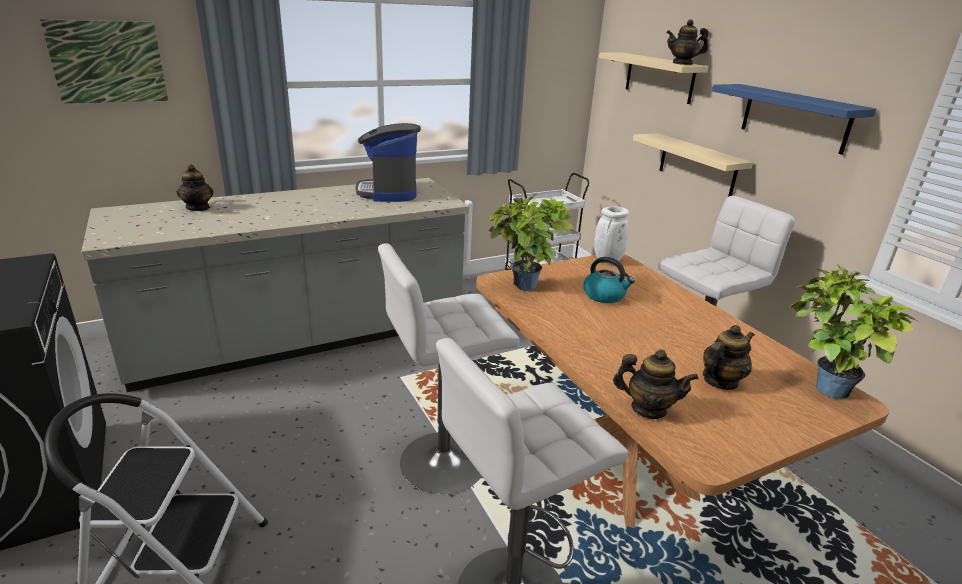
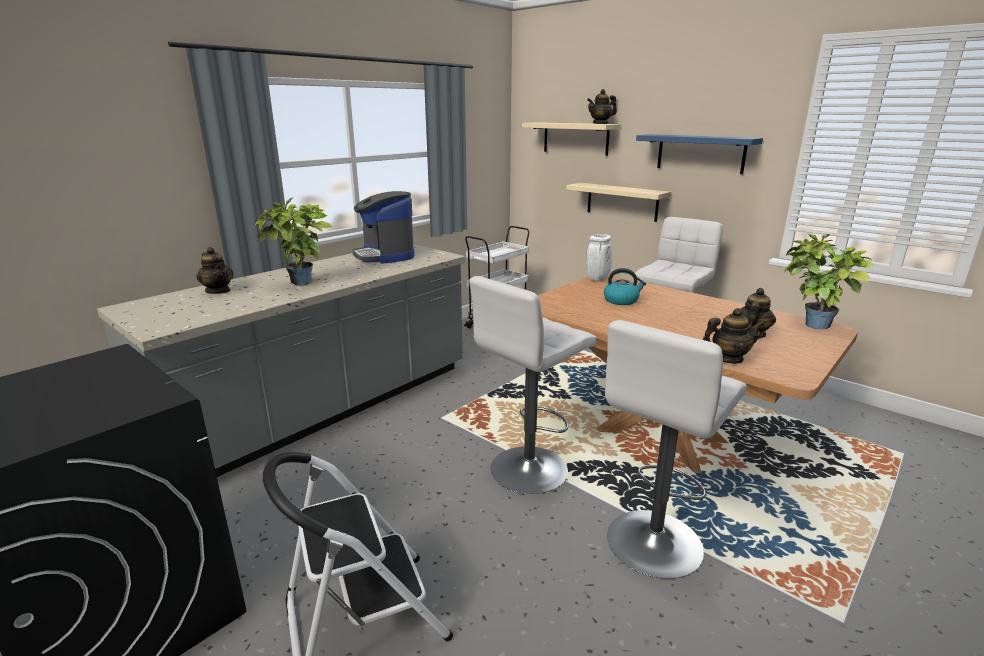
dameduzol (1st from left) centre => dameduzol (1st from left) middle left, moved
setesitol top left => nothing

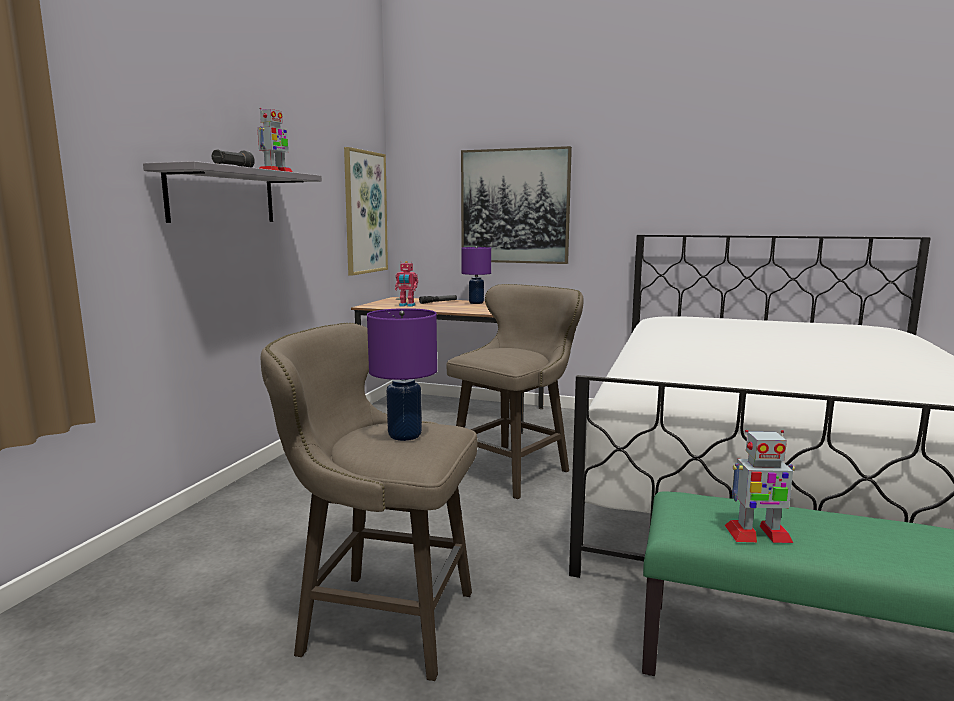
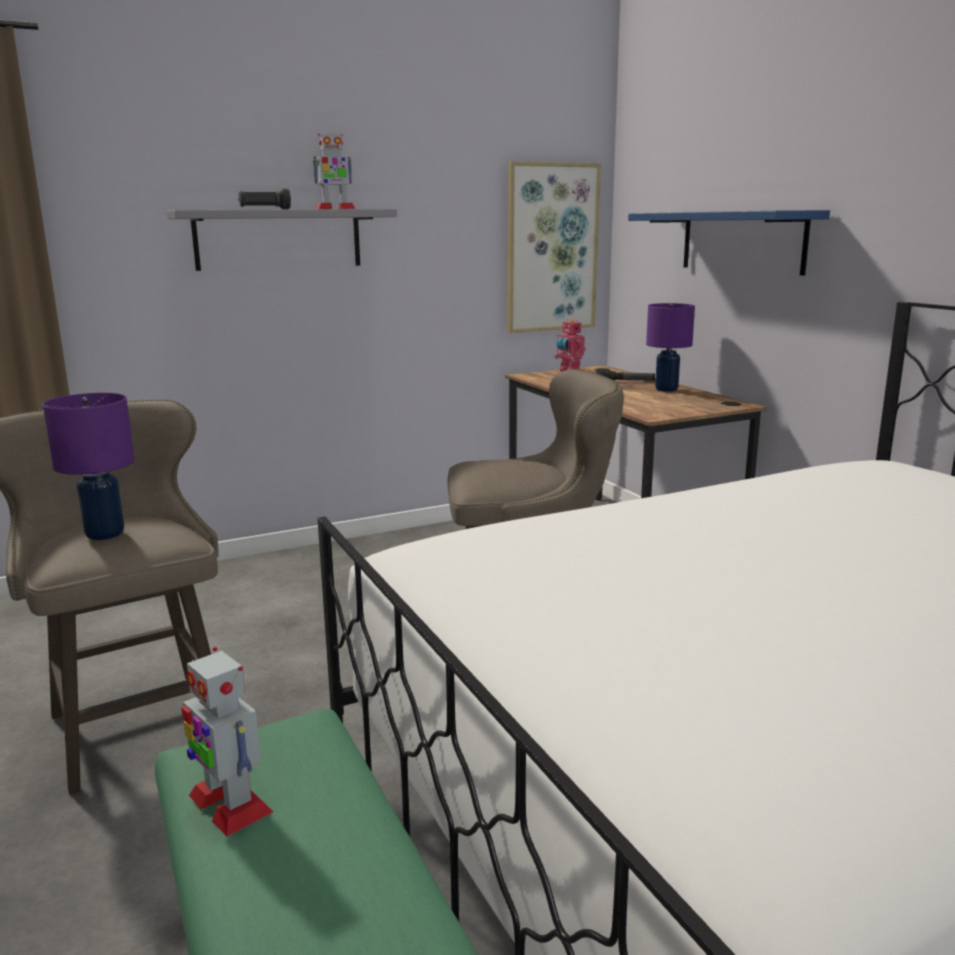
setesitol (2nd from left) top centre => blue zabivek top right

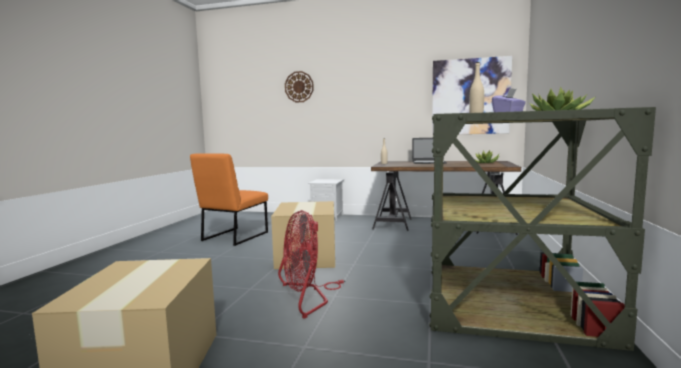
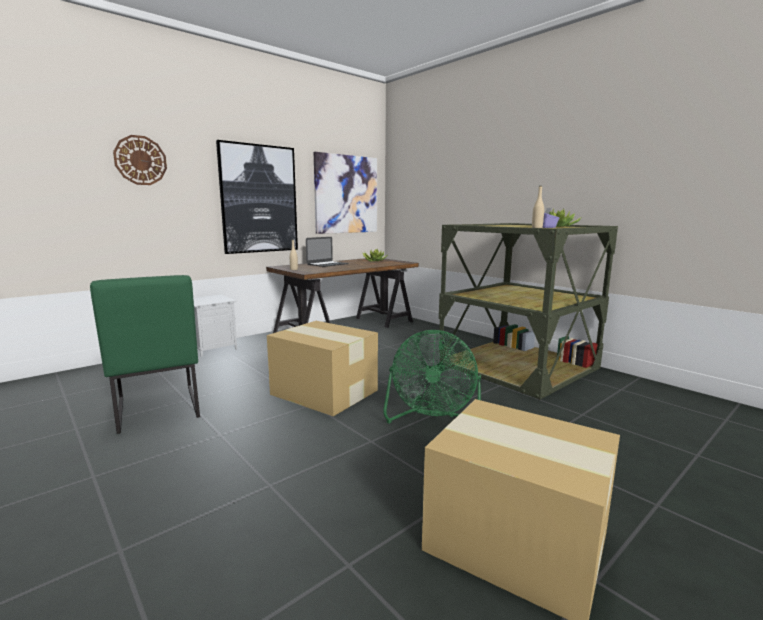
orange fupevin centre => green fupevin middle left
nothing => setesitol (1st from left) top centre
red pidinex bottom centre => green pidinex centre

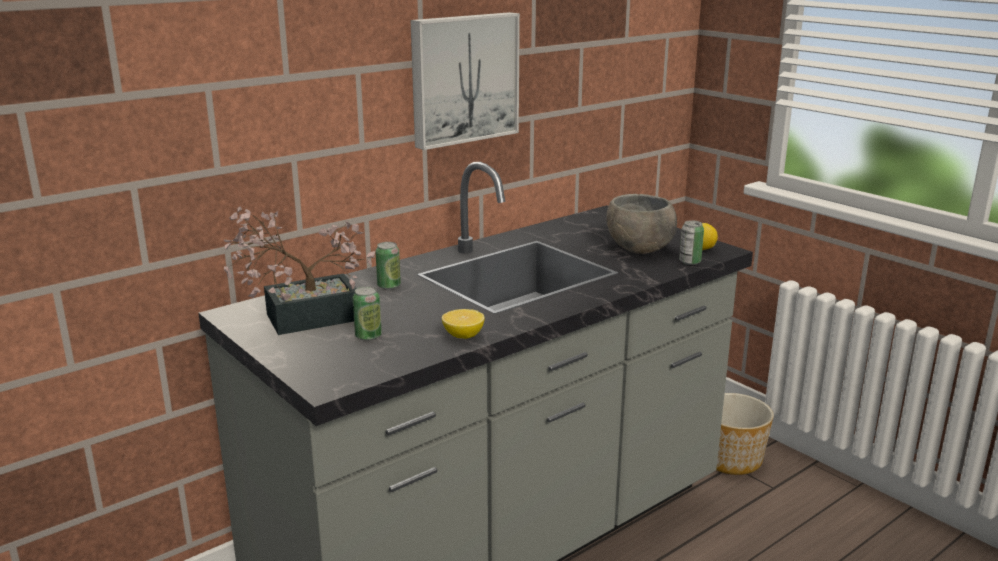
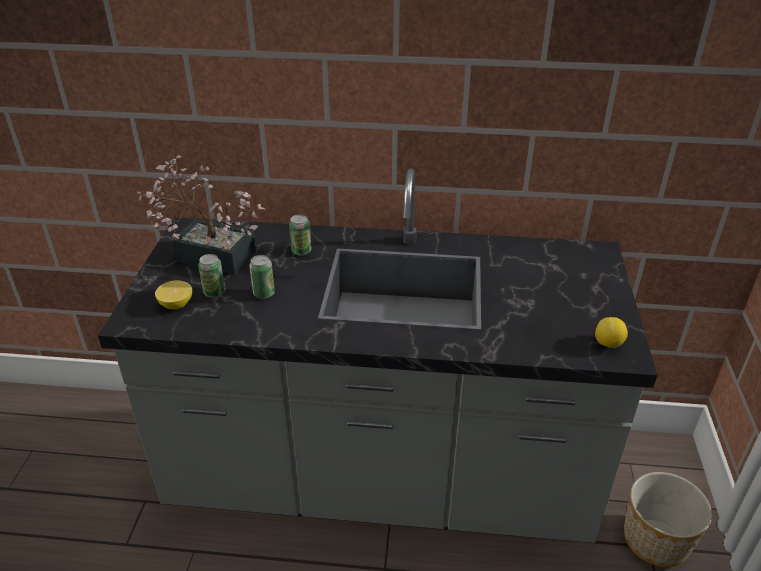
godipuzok (1st from left) centre => godipuzok (1st from left) middle left, moved
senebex (3rd from left in the first image) middle right => senebex (2nd from left) centre, moved
setesitol top centre => nothing
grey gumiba centre => nothing

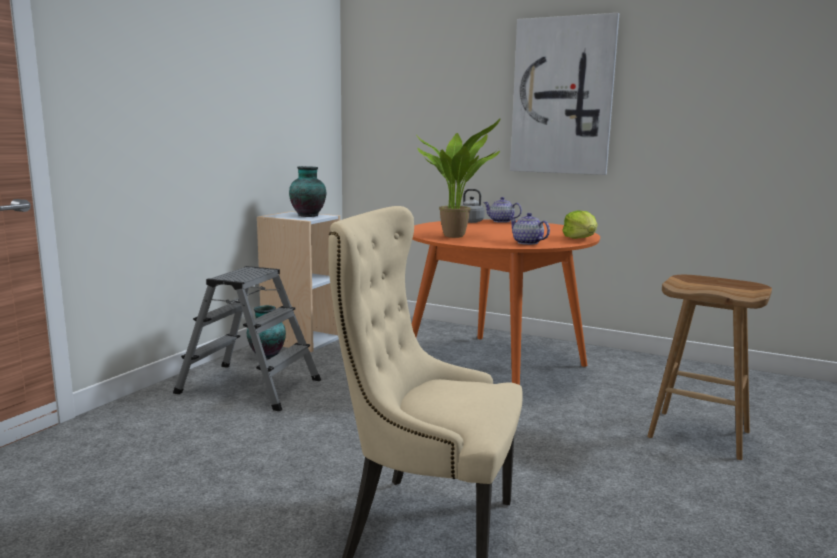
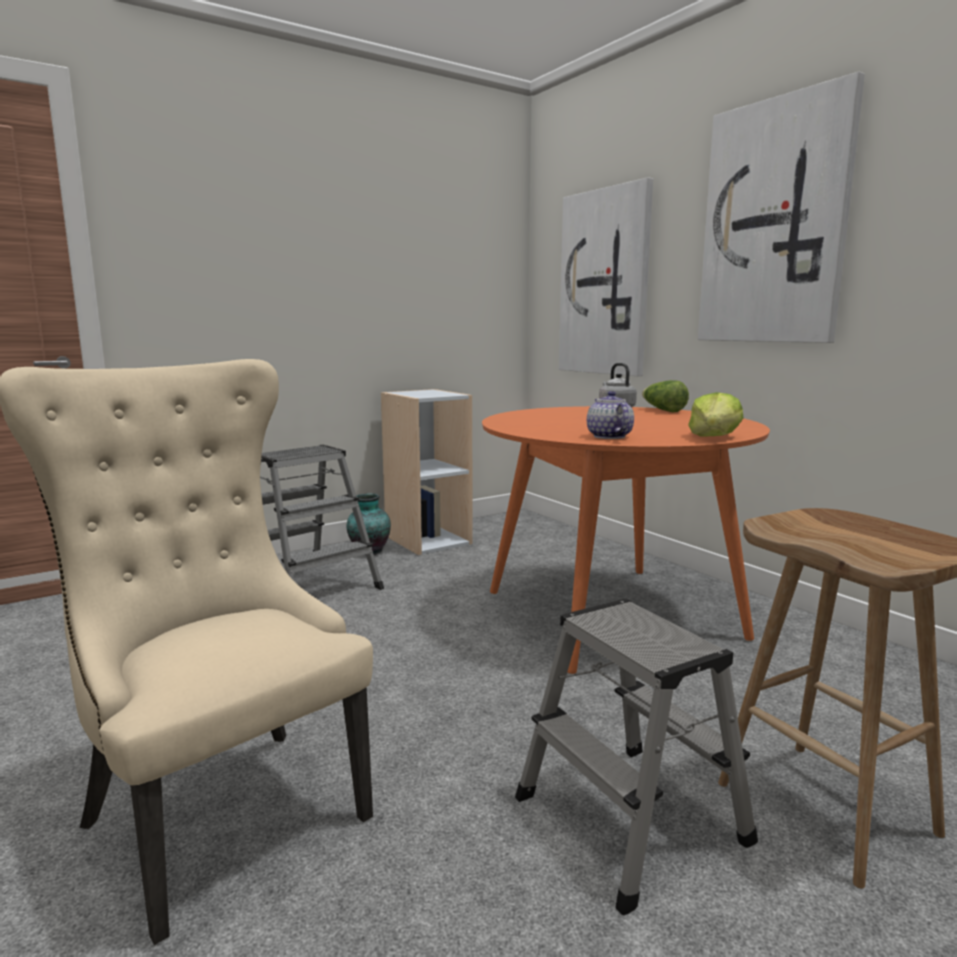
nothing => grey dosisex (2nd from left) bottom centre
nothing => setesitol (1st from left) top centre
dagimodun (1st from left) centre => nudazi (1st from left) middle right
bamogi (2nd from left) centre => nothing
dameduzol top centre => nothing

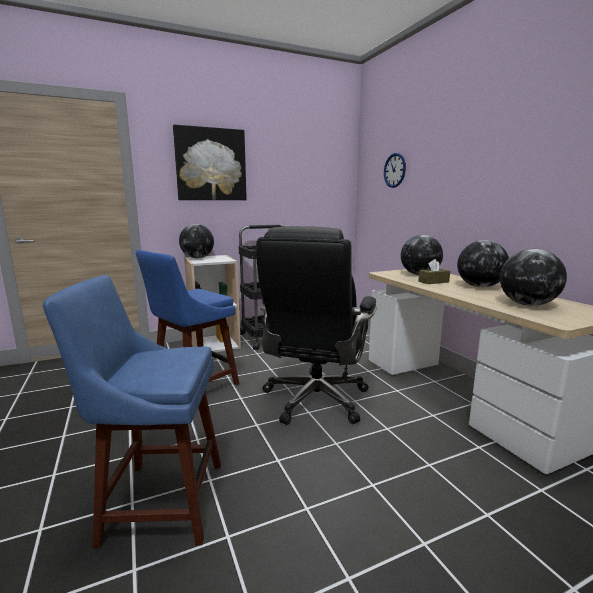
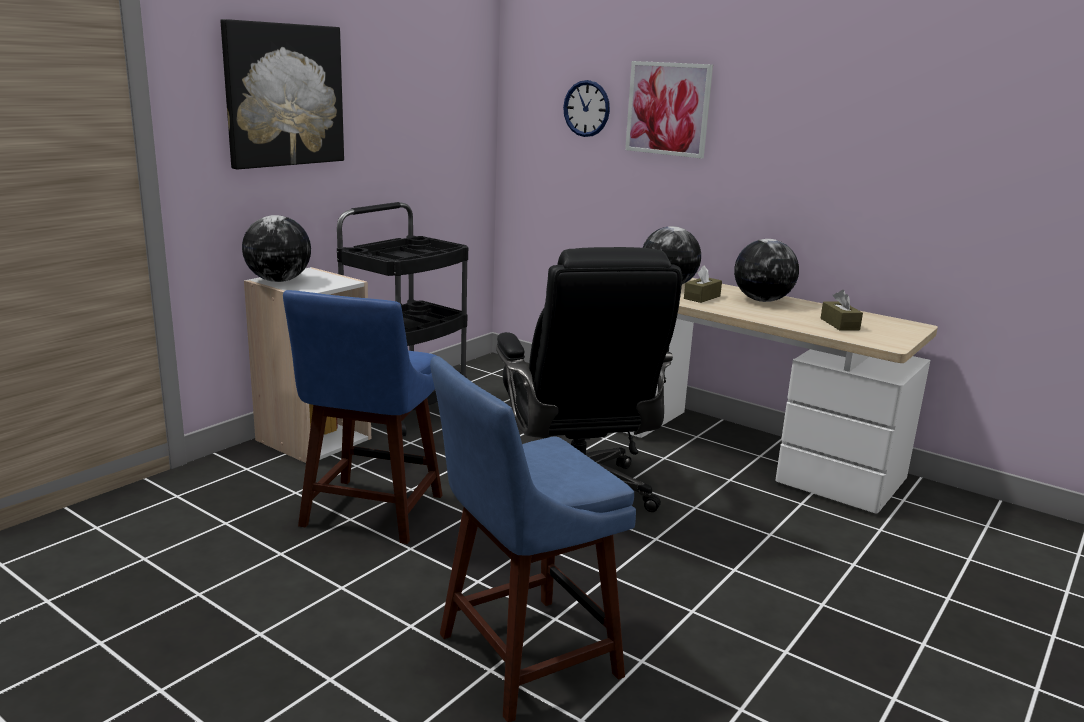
nothing => setesitol (2nd from left) top centre
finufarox (4th from left) middle right => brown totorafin (2nd from left) middle right

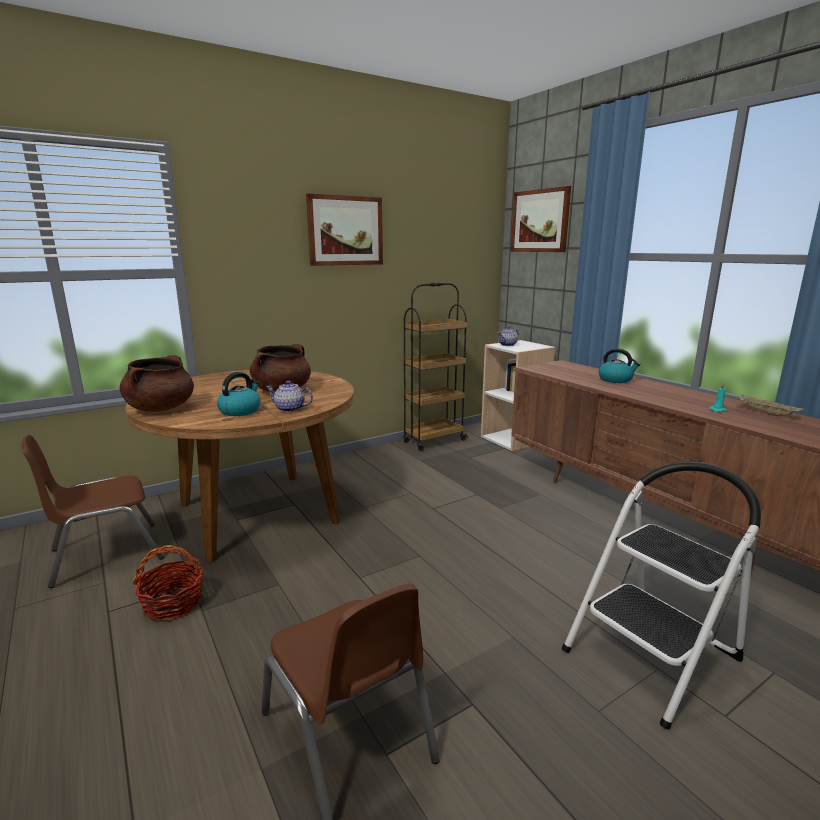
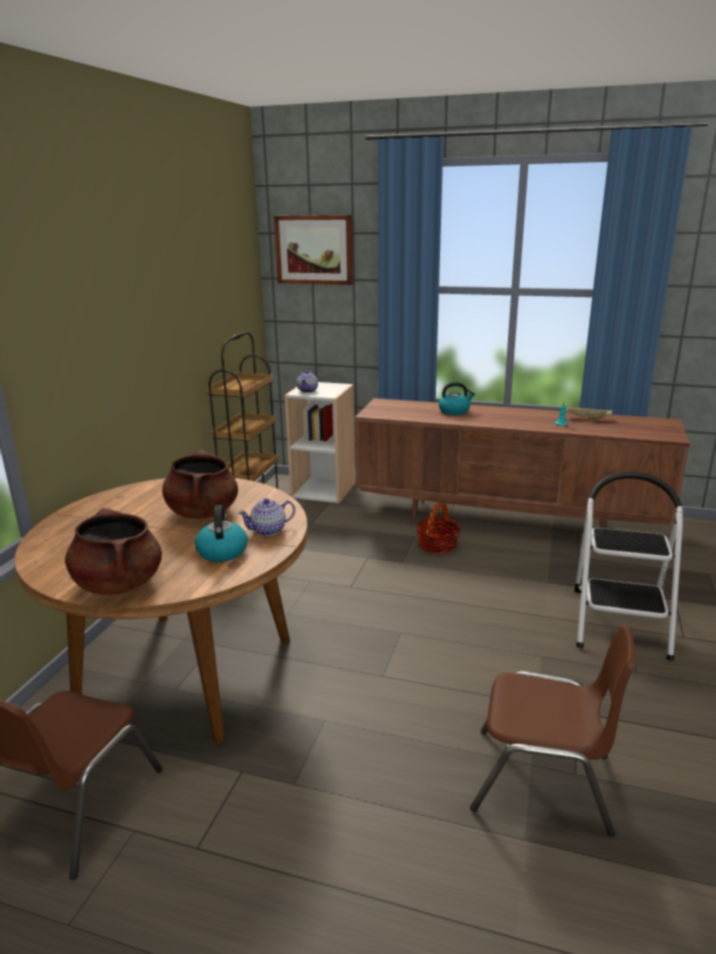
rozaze bottom left => rozaze centre, moved
setesitol (1st from left) top centre => nothing

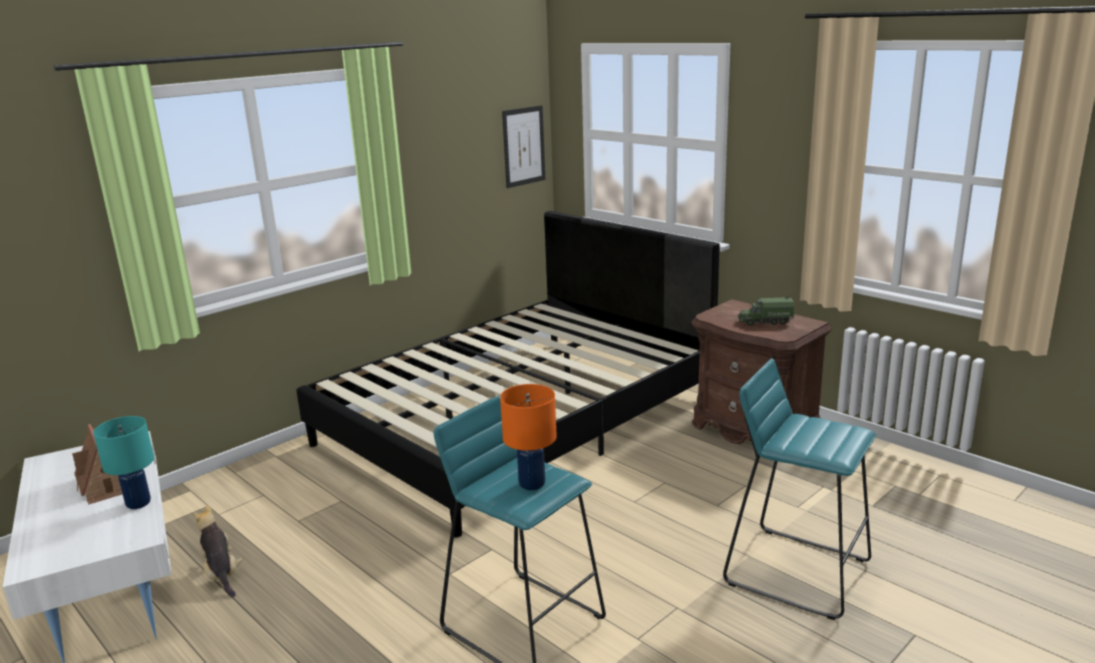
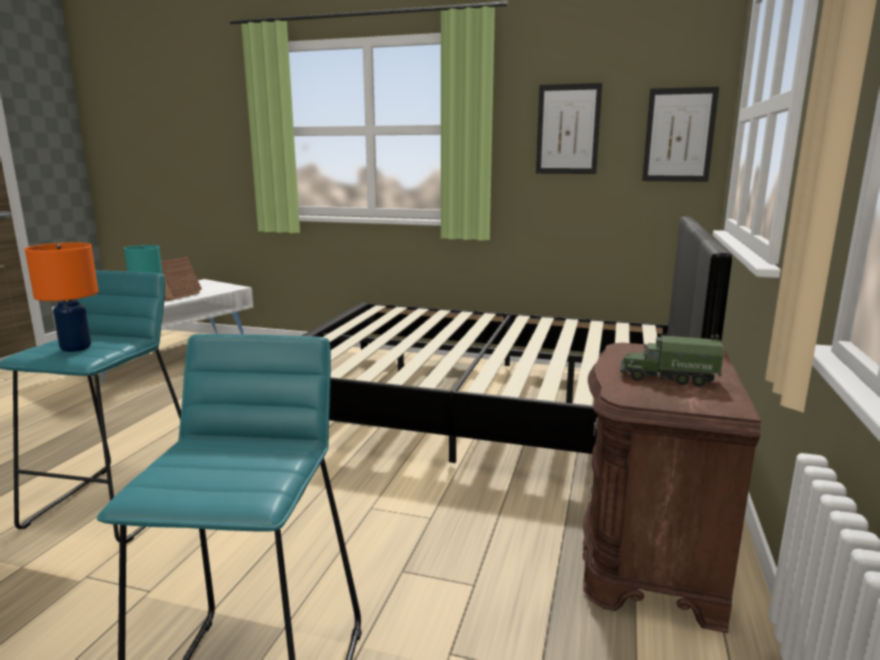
nothing => setesitol (1st from left) top centre
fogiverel middle right, 45 degrees counterclockwise
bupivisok bottom left => nothing

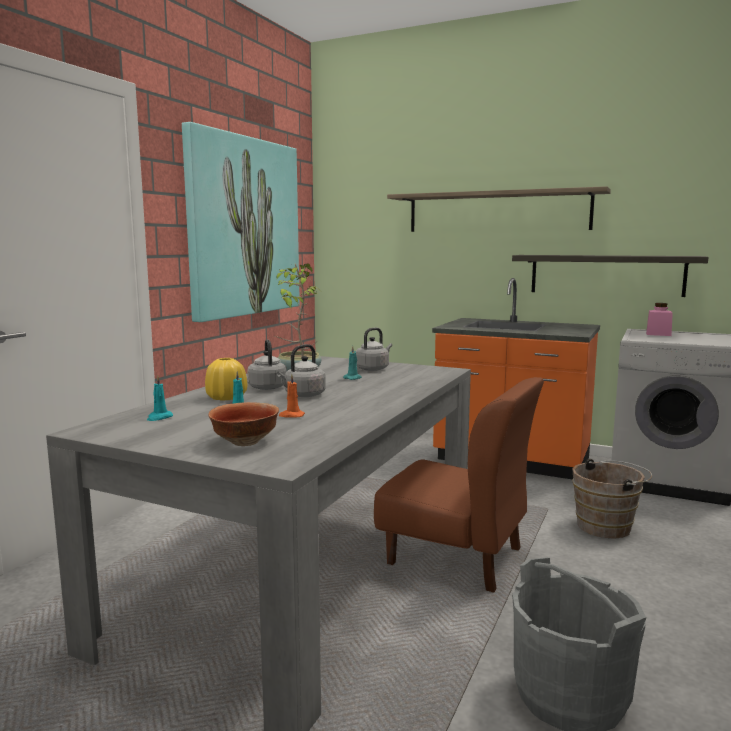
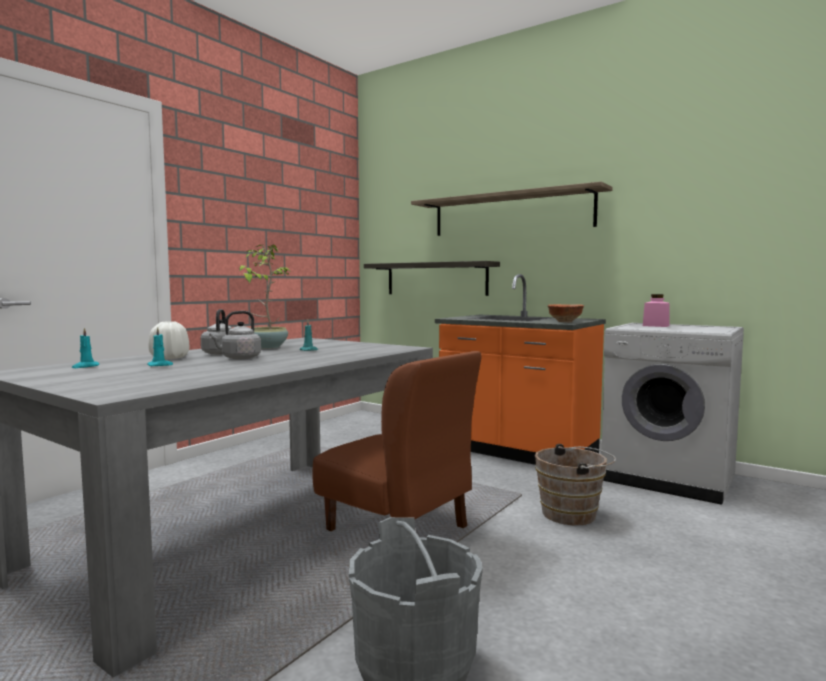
yellow bamogi middle left => white bamogi middle left
zabivek (2nd from left in the first image) middle right => zabivek (1st from left) centre, moved
gumiba centre => gumiba middle right, moved
setesitol top left => nothing
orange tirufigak centre => nothing
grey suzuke (3rd from left) centre => nothing

